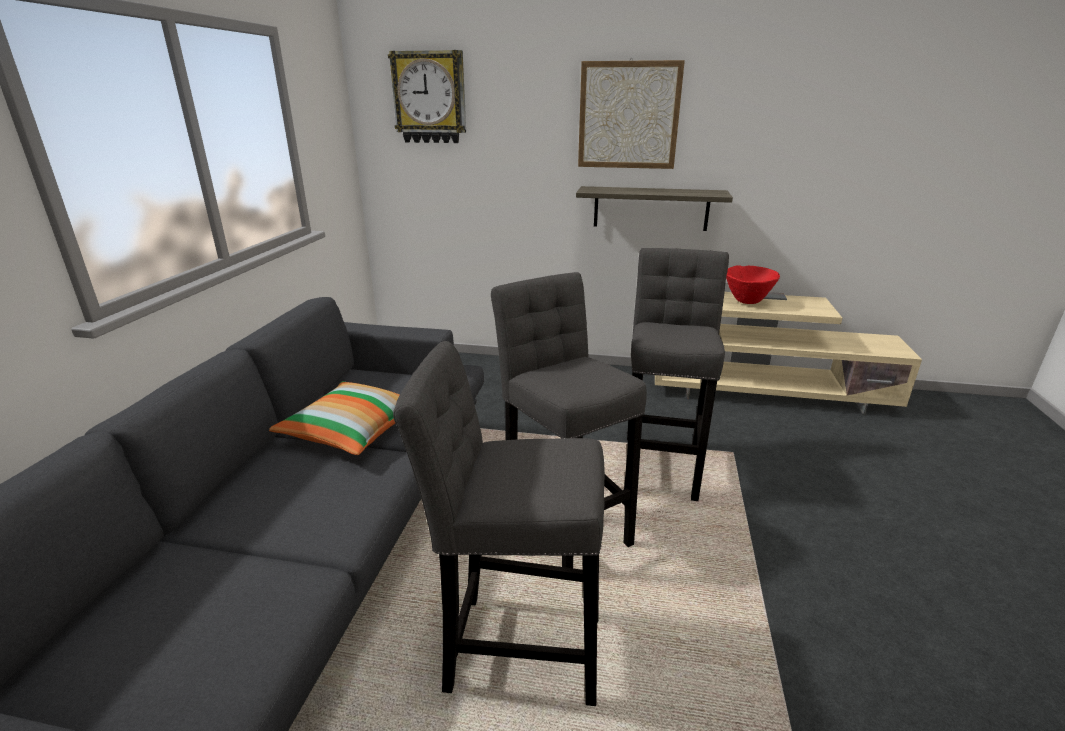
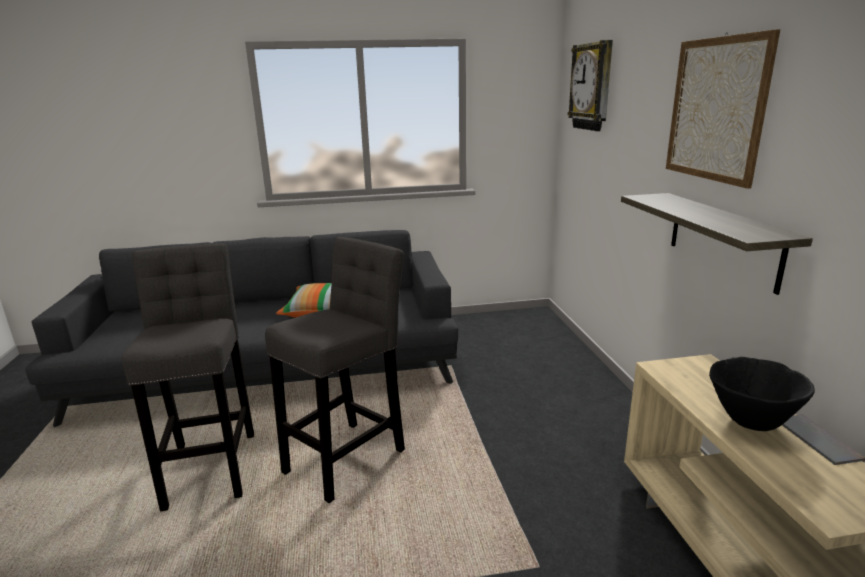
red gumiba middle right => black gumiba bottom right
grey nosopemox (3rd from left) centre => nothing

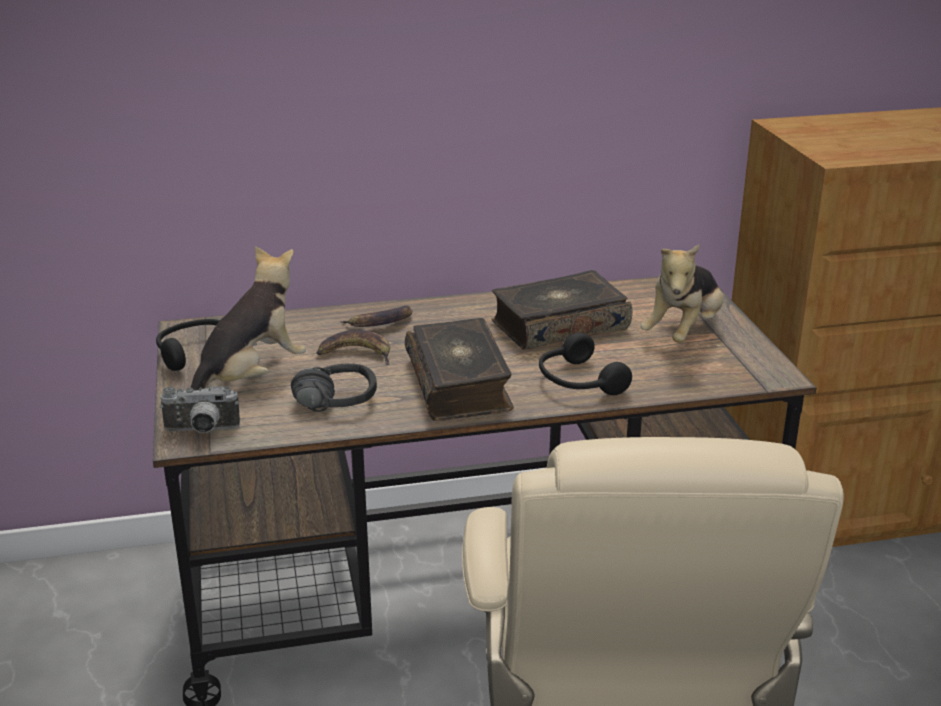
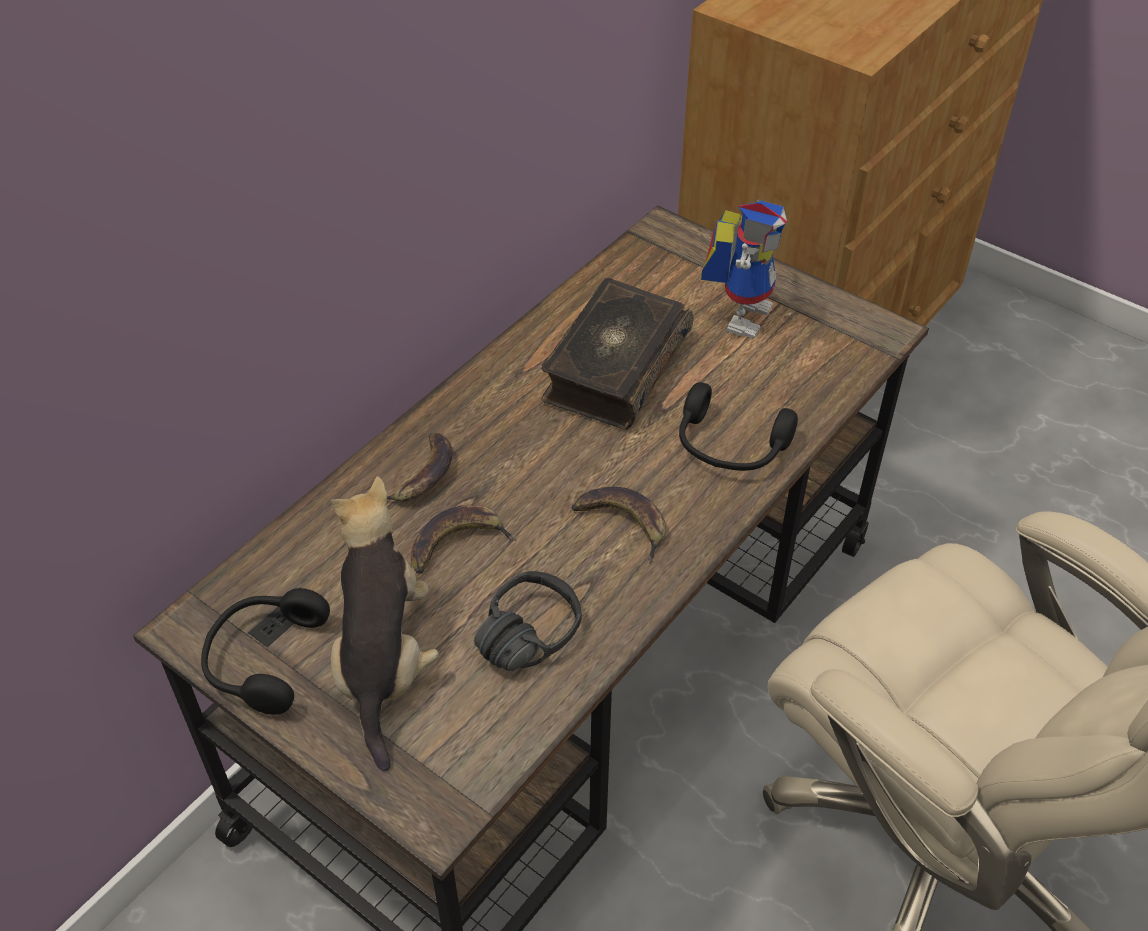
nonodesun (1st from left) centre => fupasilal (3rd from left) centre
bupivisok (2nd from left) middle right => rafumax top centre
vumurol middle left => nothing

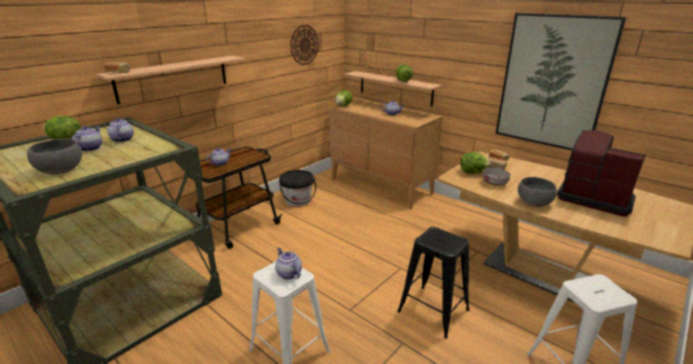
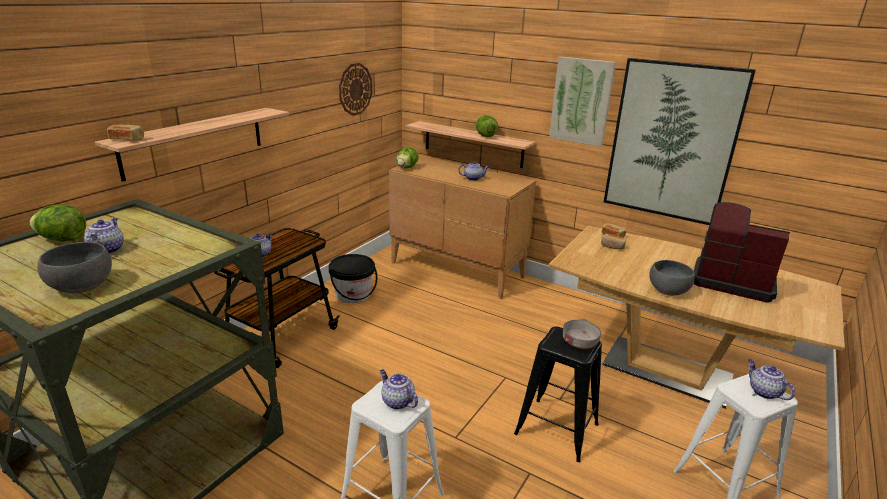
nothing => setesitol (1st from left) top centre
grey gumiba (2nd from left) middle right => grey gumiba (2nd from left) bottom centre, moved
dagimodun (2nd from left in the first image) middle left => dagimodun (5th from left) bottom right, moved
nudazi (4th from left) middle right => nothing

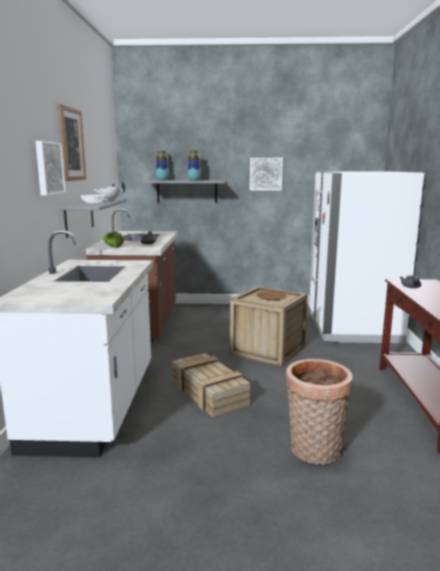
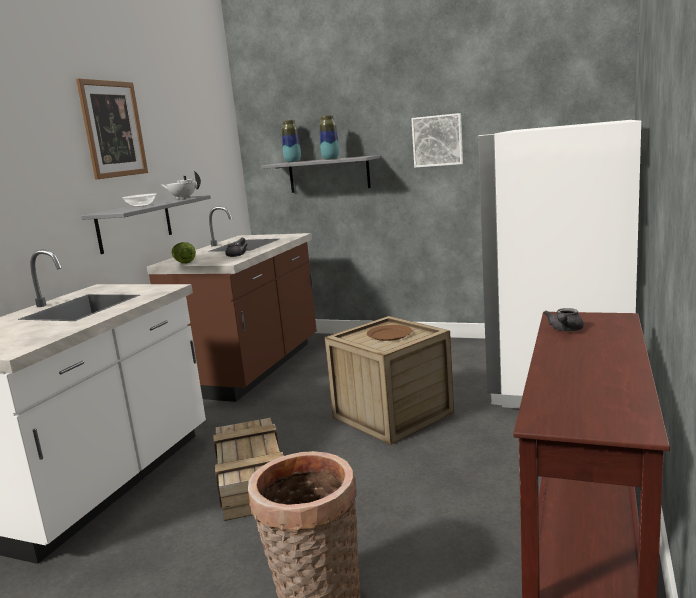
setesitol (1st from left) top left => nothing

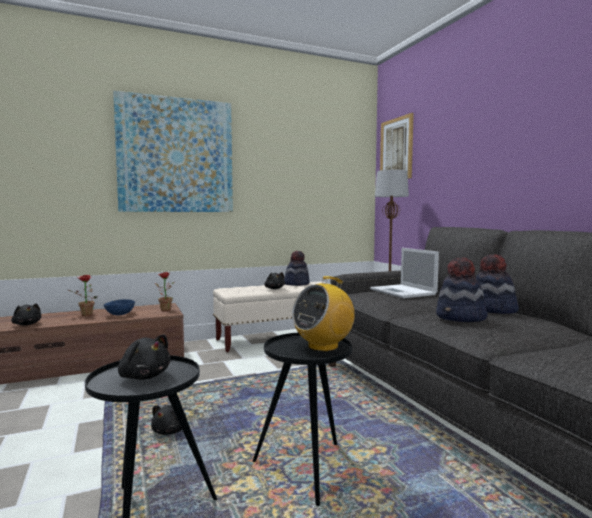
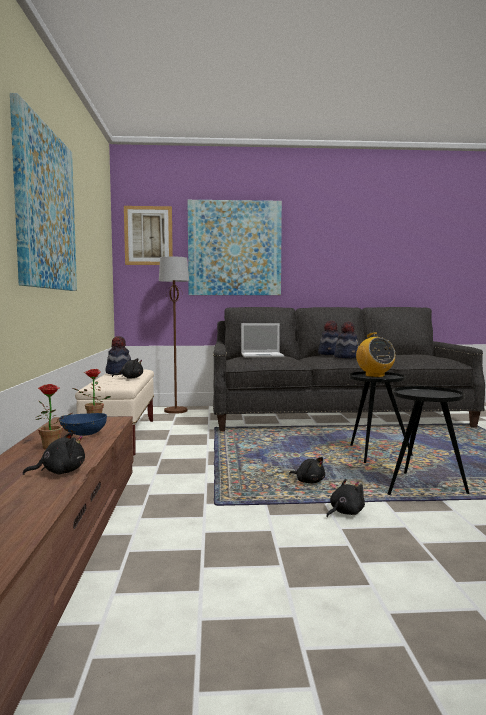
nothing => setesitol (3rd from left) centre
black bupivisok (2nd from left in the first image) bottom left => black bupivisok (4th from left) bottom right, moved

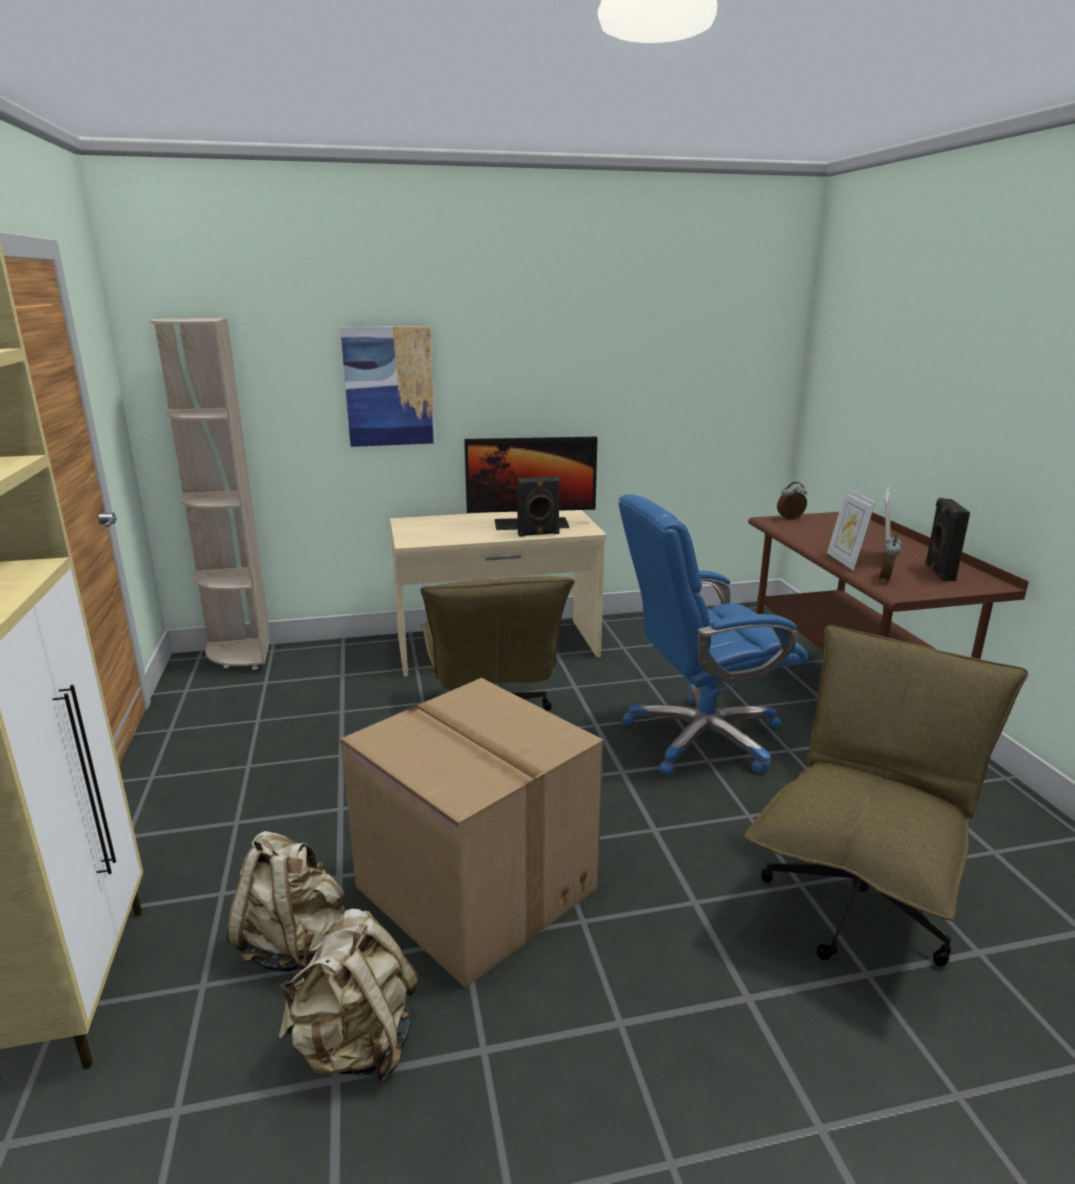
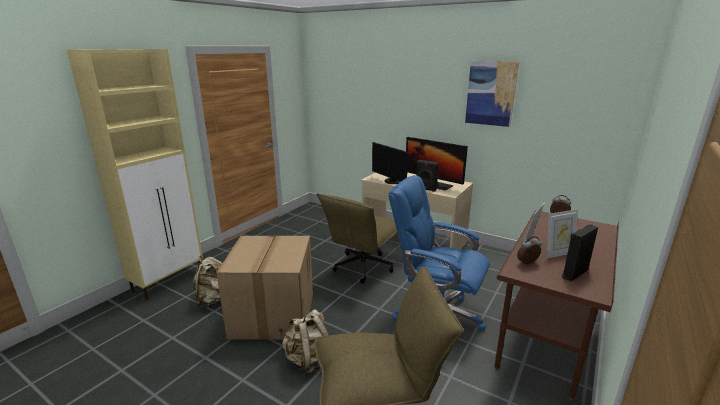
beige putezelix (2nd from left) bottom left => beige putezelix (2nd from left) bottom centre, moved
nothing => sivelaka (1st from left) centre
setesitol top centre => setesitol top right, moved
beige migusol middle left => nothing

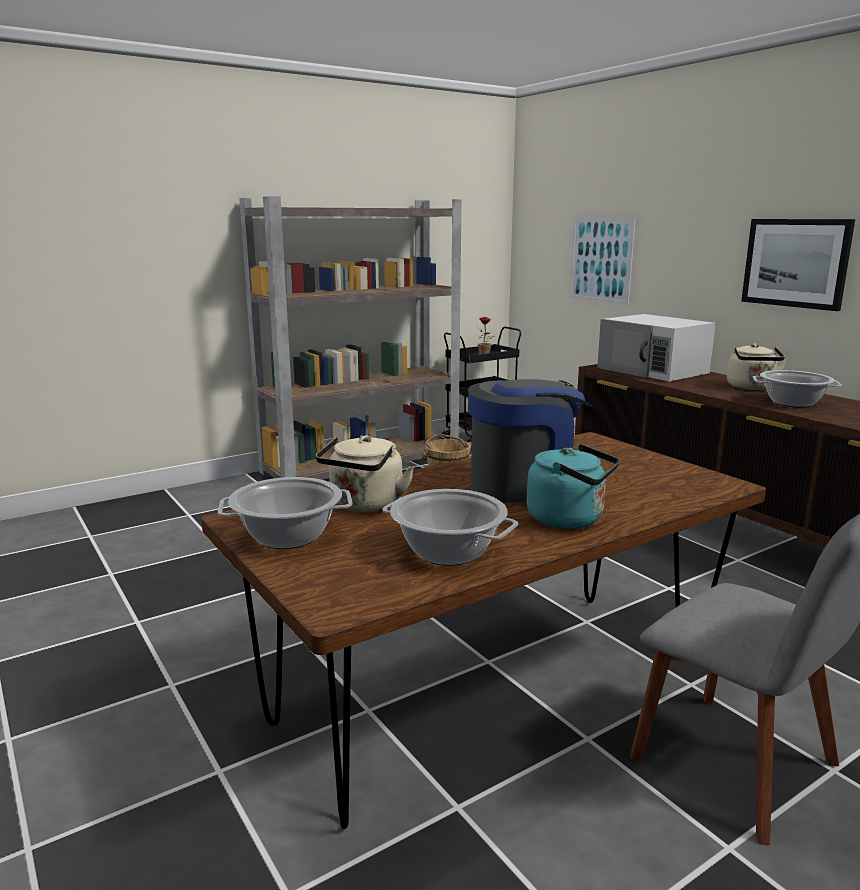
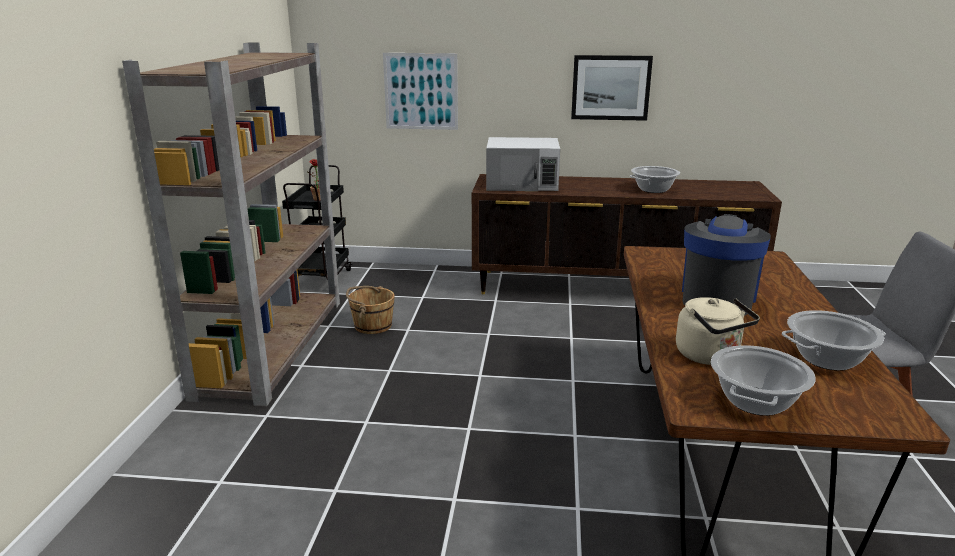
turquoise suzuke centre => nothing
beige suzuke (2nd from left) middle right => nothing

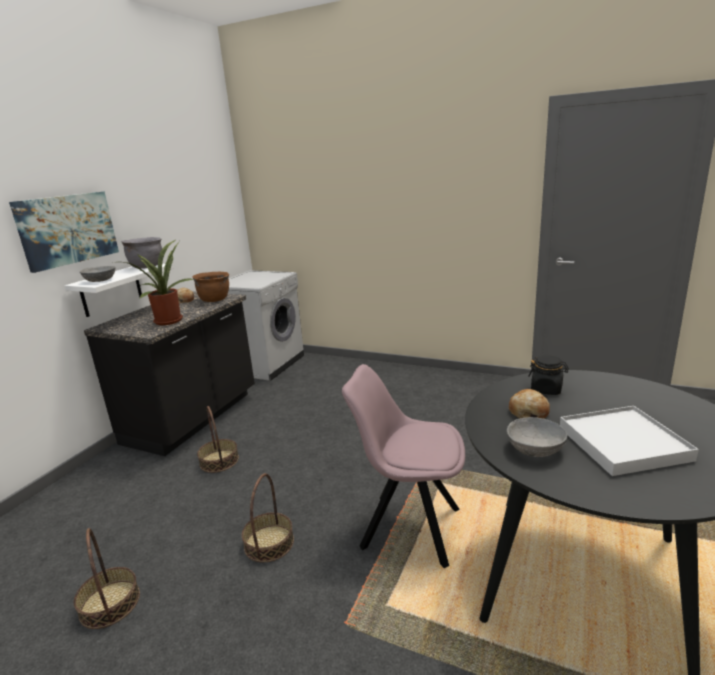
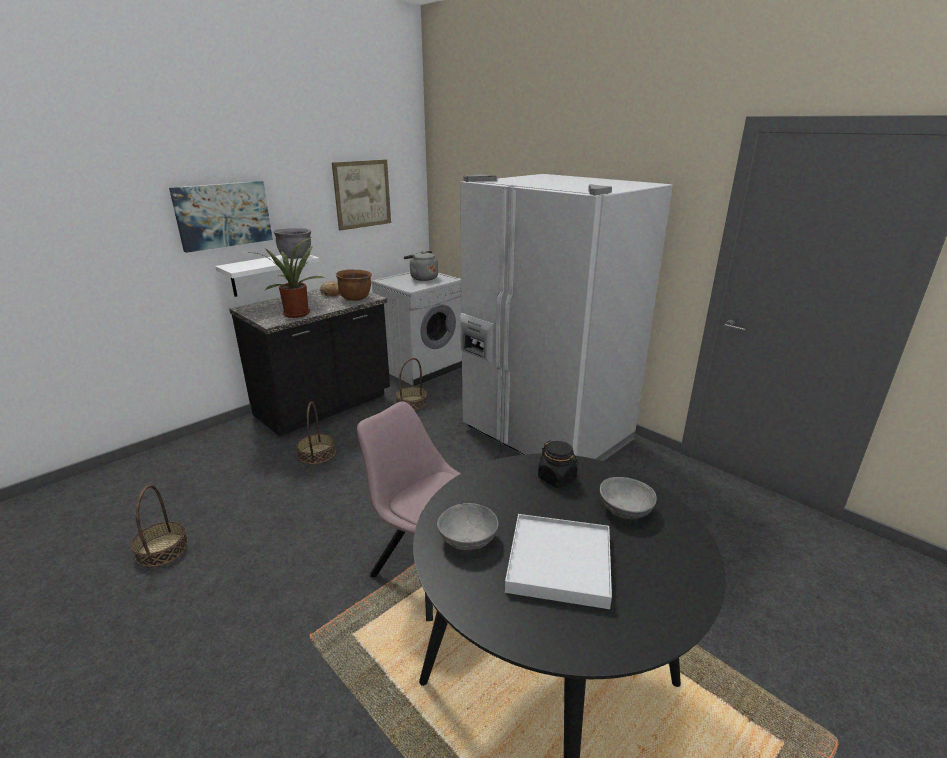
nothing => setesitol (2nd from left) top centre
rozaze (3rd from left) bottom centre => rozaze (3rd from left) centre, moved
nothing => grey suzuke centre
nothing => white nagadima centre
grey gumiba (1st from left in the first image) middle left => grey gumiba (2nd from left) centre, moved
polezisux (2nd from left) middle right => nothing

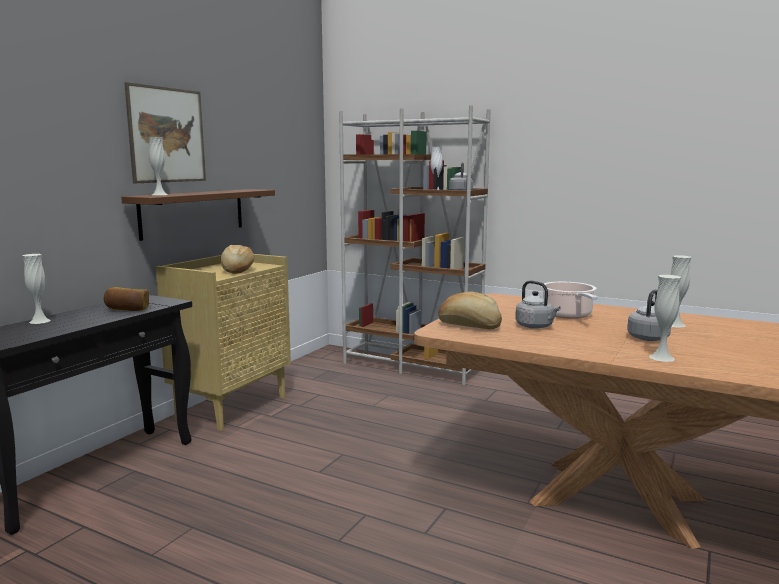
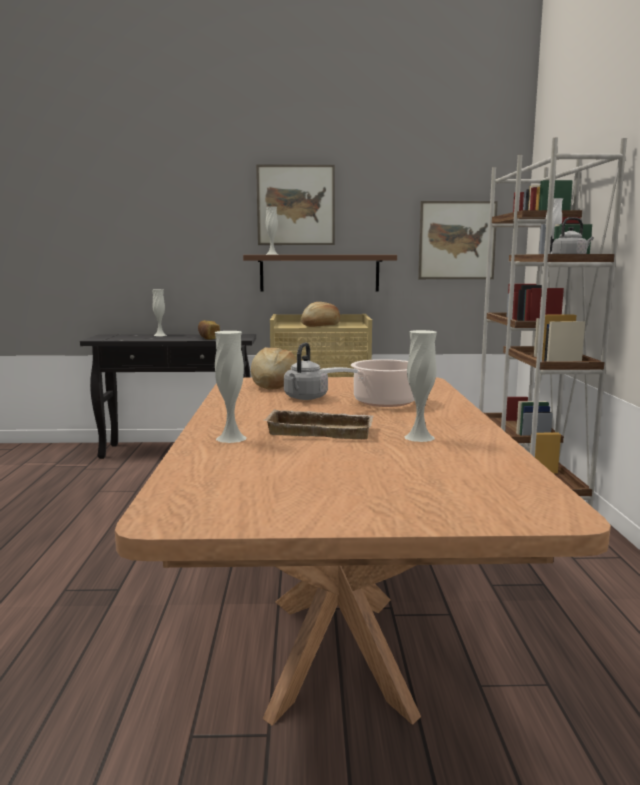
grey suzuke (3rd from left) middle right => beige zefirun centre
nothing => setesitol (2nd from left) top right

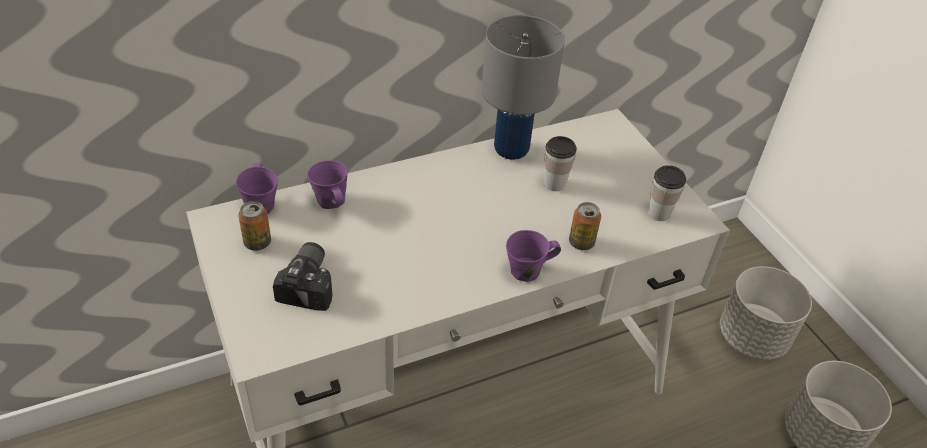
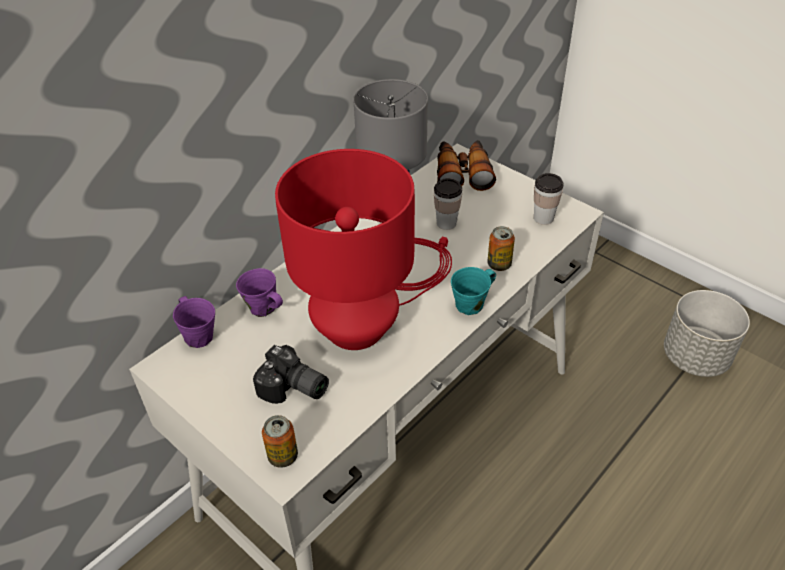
vumurol middle left => vumurol centre, 135 degrees clockwise
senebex (1st from left) middle left => senebex (1st from left) bottom centre, moved
nothing => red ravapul centre
nothing => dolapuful top centre
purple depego (3rd from left) centre => turquoise depego centre
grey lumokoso (1st from left) bottom right => nothing

